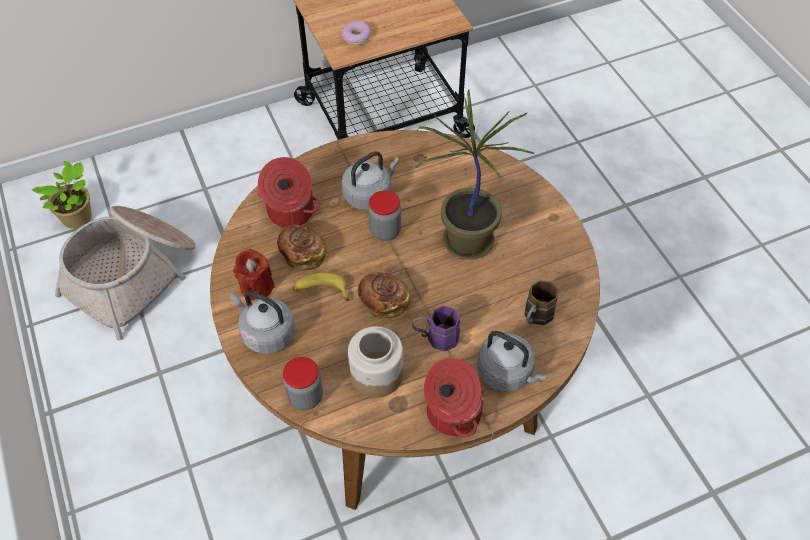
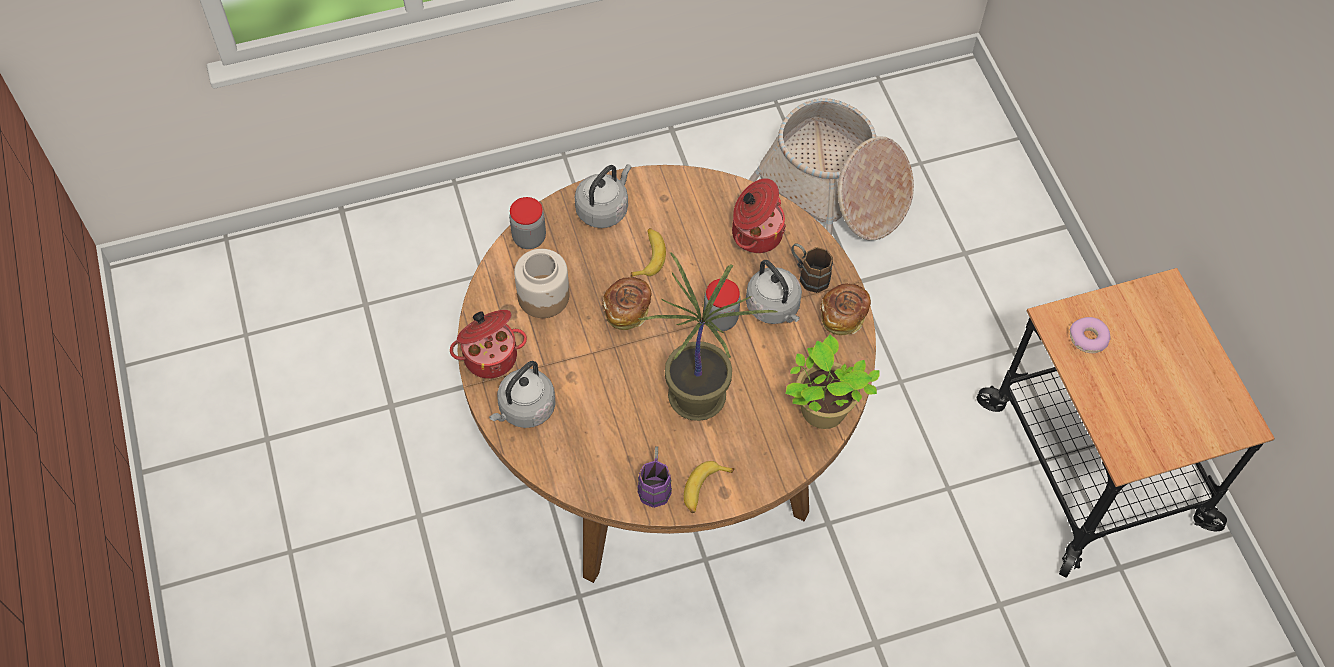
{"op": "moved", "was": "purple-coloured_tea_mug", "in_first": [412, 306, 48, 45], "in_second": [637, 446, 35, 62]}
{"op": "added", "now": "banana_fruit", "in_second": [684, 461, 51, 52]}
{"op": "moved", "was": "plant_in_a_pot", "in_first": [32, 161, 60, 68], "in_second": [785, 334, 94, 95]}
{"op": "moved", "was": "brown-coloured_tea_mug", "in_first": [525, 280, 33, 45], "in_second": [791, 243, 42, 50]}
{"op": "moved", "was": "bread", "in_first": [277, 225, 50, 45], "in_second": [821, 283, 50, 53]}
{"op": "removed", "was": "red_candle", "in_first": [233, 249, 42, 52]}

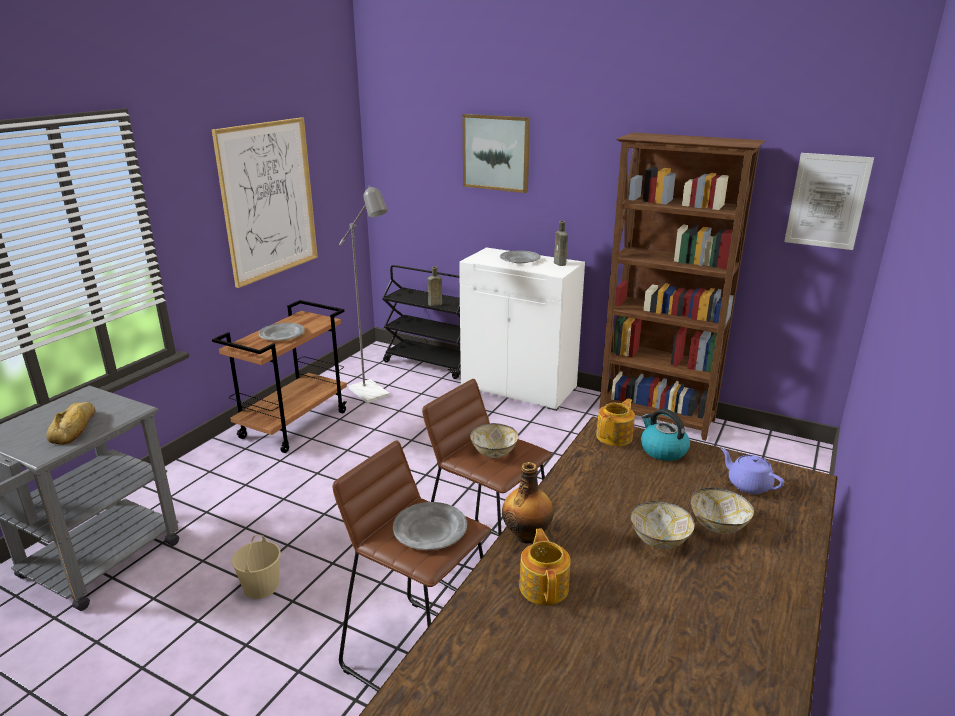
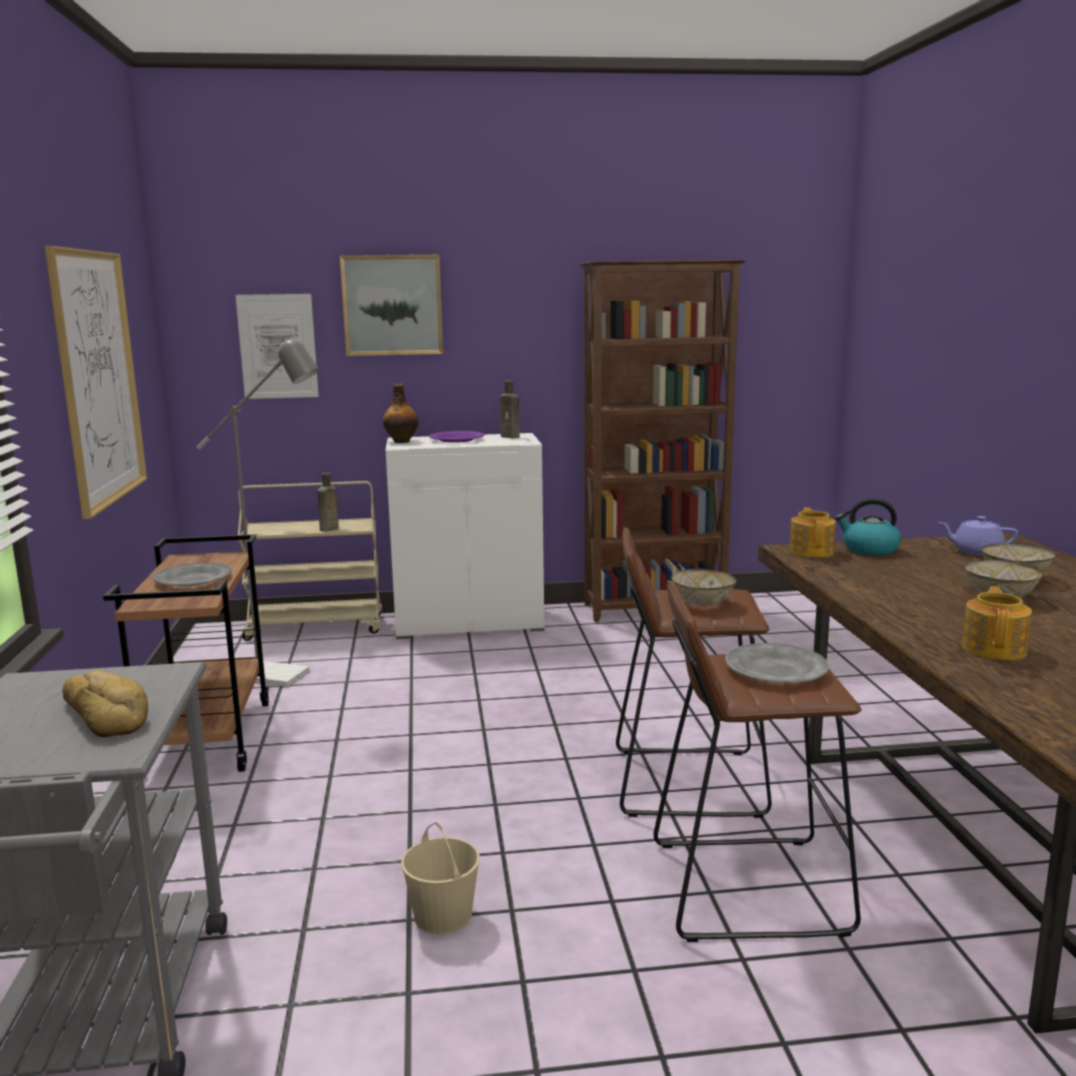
{"op": "moved", "was": "wall_art", "in_first": [784, 153, 90, 97], "in_second": [236, 294, 83, 105]}
{"op": "recoloured", "was": "black_trolley", "now": "beige-coloured_trolley", "in_first": [382, 265, 79, 114], "in_second": [238, 481, 144, 160]}
{"op": "moved", "was": "drink_bottle", "in_first": [502, 462, 52, 82], "in_second": [383, 384, 35, 59]}
{"op": "recoloured", "was": "greyish_flat_dish", "now": "purple-coloured_flat_dish", "in_first": [500, 250, 41, 13], "in_second": [429, 431, 55, 12]}
{"op": "turned", "was": "pot_for_tea", "in_first": [519, 528, 52, 77], "in_second": [961, 586, 71, 74], "clockwise": 60}

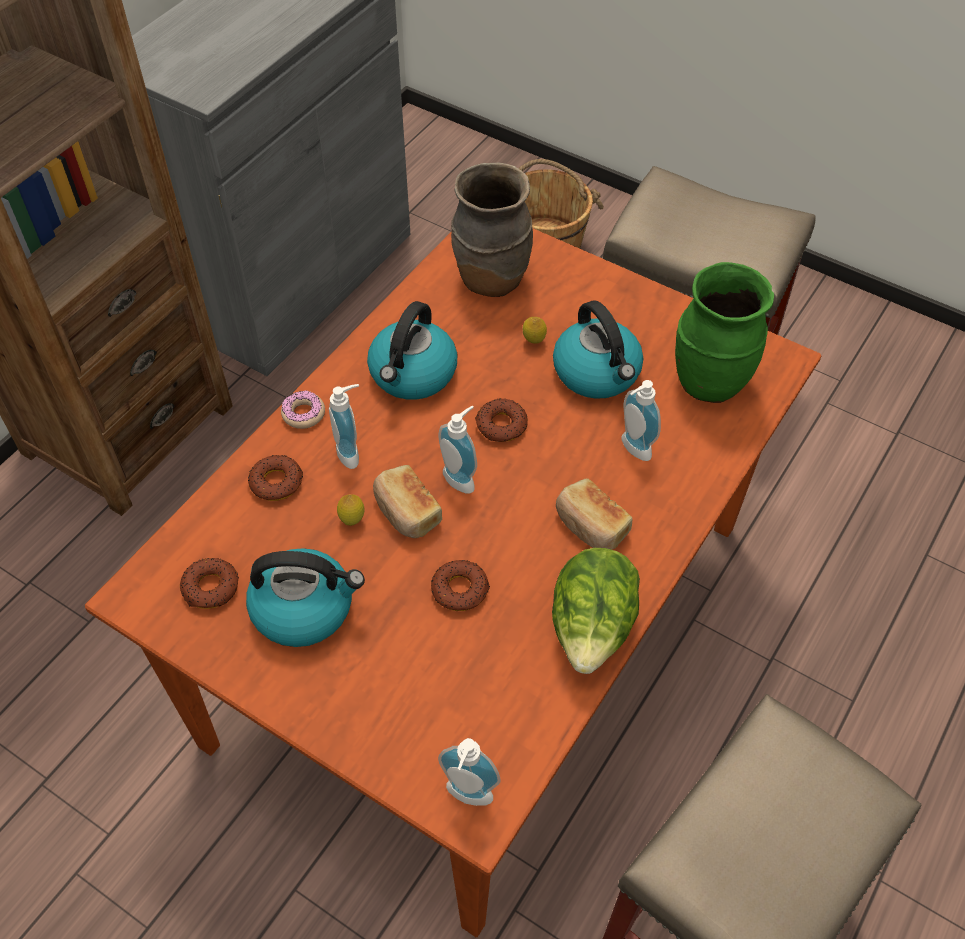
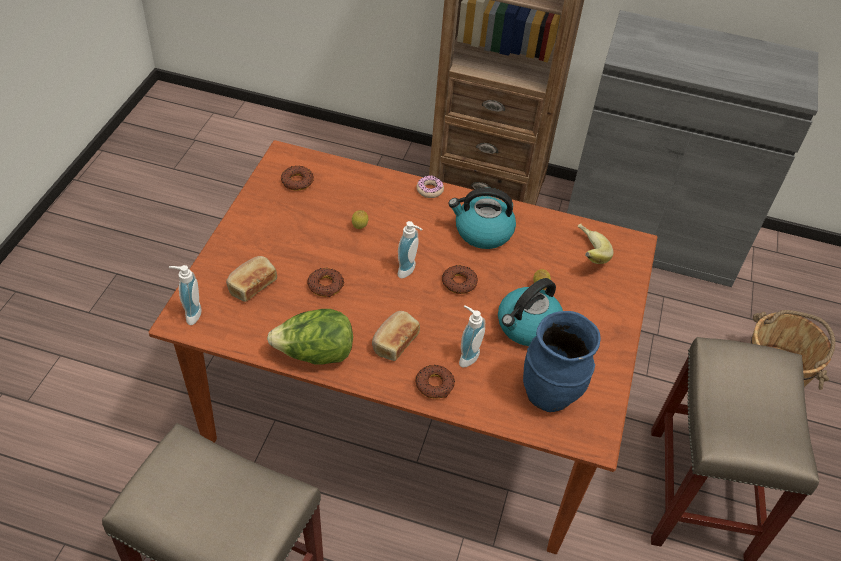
{"op": "moved", "was": "bread", "in_first": [373, 465, 69, 73], "in_second": [226, 256, 51, 46]}
{"op": "moved", "was": "donut", "in_first": [248, 455, 55, 46], "in_second": [416, 365, 39, 34]}
{"op": "recoloured", "was": "green-coloured_vase", "now": "blue_vase", "in_first": [675, 262, 99, 141], "in_second": [523, 311, 78, 101]}
{"op": "replaced", "was": "brown-coloured_vase", "now": "banana_fruit", "in_first": [451, 163, 82, 134], "in_second": [578, 224, 36, 40]}
{"op": "removed", "was": "kettle", "in_first": [246, 548, 119, 99]}
{"op": "removed", "was": "liquid_soap_bottle", "in_first": [329, 384, 30, 85]}

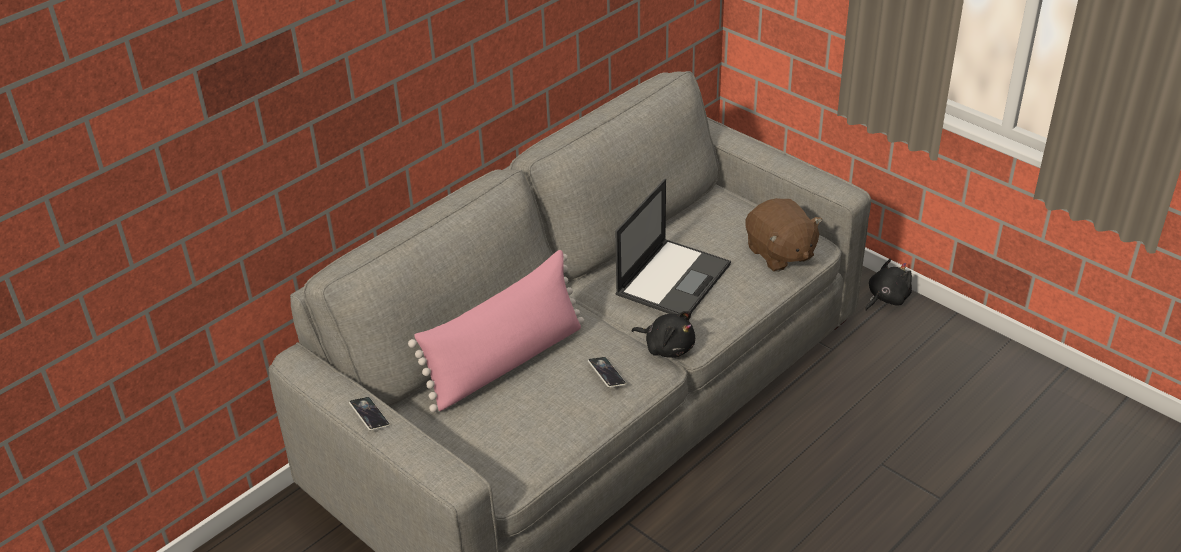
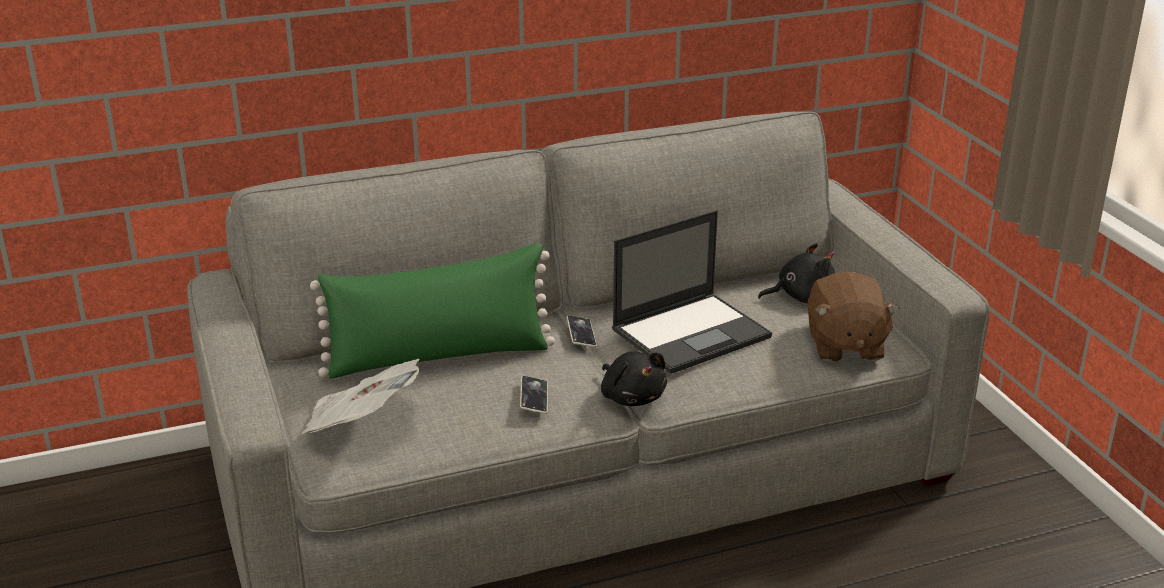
{"op": "added", "now": "printed_paper", "in_second": [301, 359, 118, 75]}
{"op": "recoloured", "was": "pinkish_cushion", "now": "green-coloured_cushion", "in_first": [408, 250, 176, 162], "in_second": [310, 243, 245, 135]}
{"op": "moved", "was": "handset", "in_first": [349, 397, 41, 34], "in_second": [567, 316, 30, 31]}
{"op": "moved", "was": "black_plush_toy", "in_first": [865, 259, 47, 52], "in_second": [758, 243, 77, 60]}

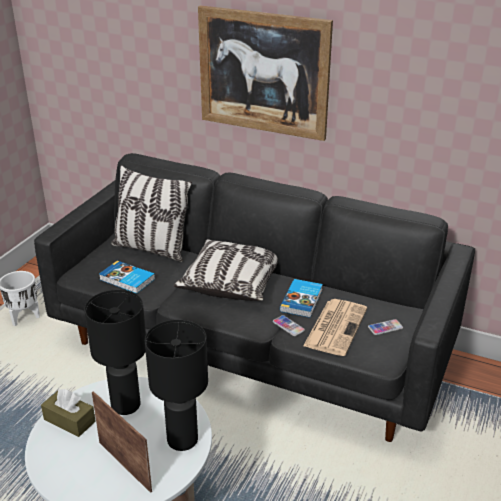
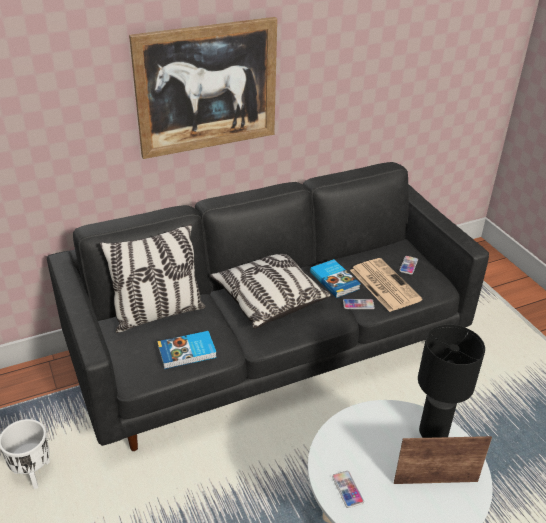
{"op": "replaced", "was": "brown-coloured_box_of_tissues", "now": "handset", "in_first": [41, 389, 55, 48], "in_second": [332, 471, 32, 37]}
{"op": "removed", "was": "black_lamp_for_a_table", "in_first": [84, 290, 62, 125]}

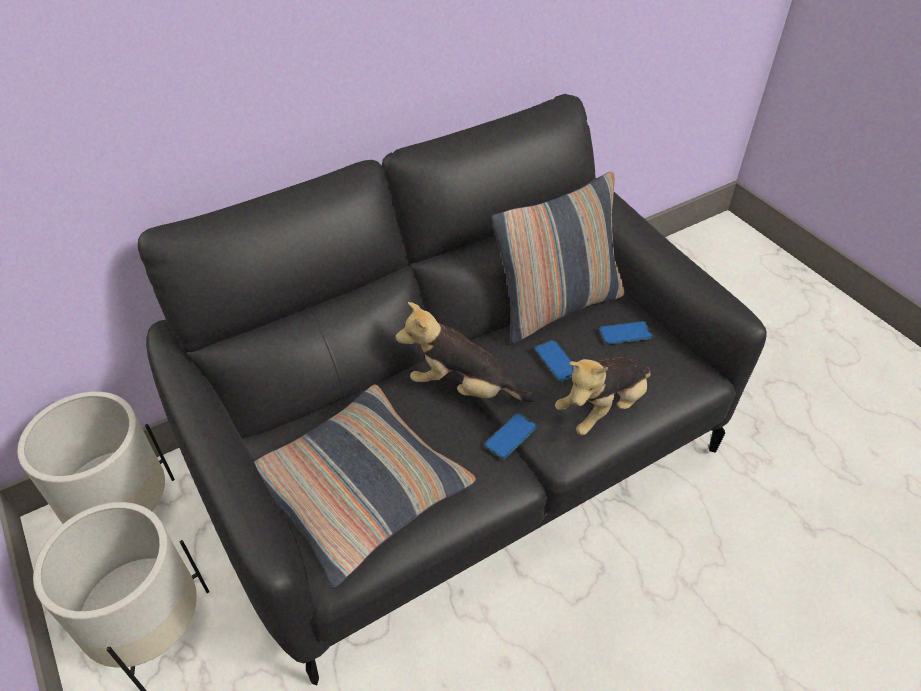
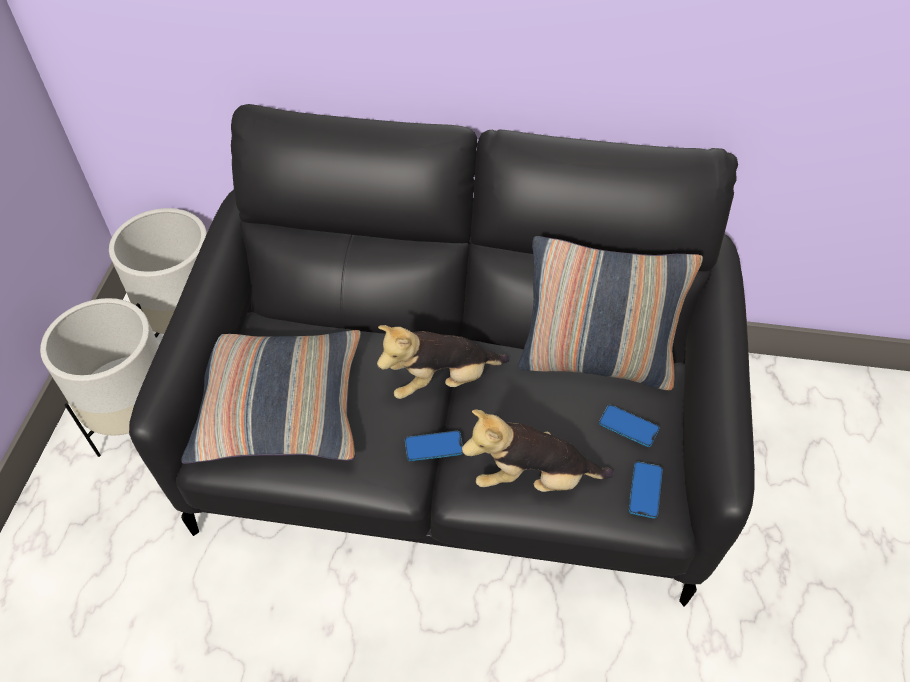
{"op": "turned", "was": "plush_toy", "in_first": [395, 302, 141, 100], "in_second": [377, 325, 132, 74], "clockwise": -75}
{"op": "moved", "was": "handset", "in_first": [535, 340, 38, 42], "in_second": [628, 461, 35, 58]}

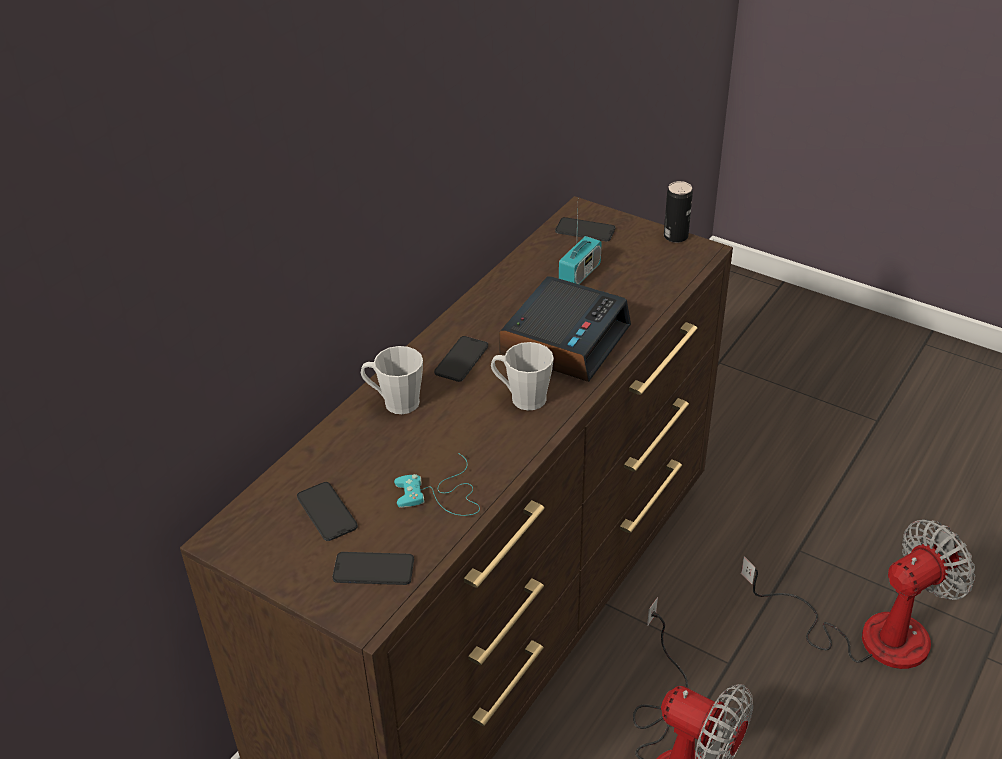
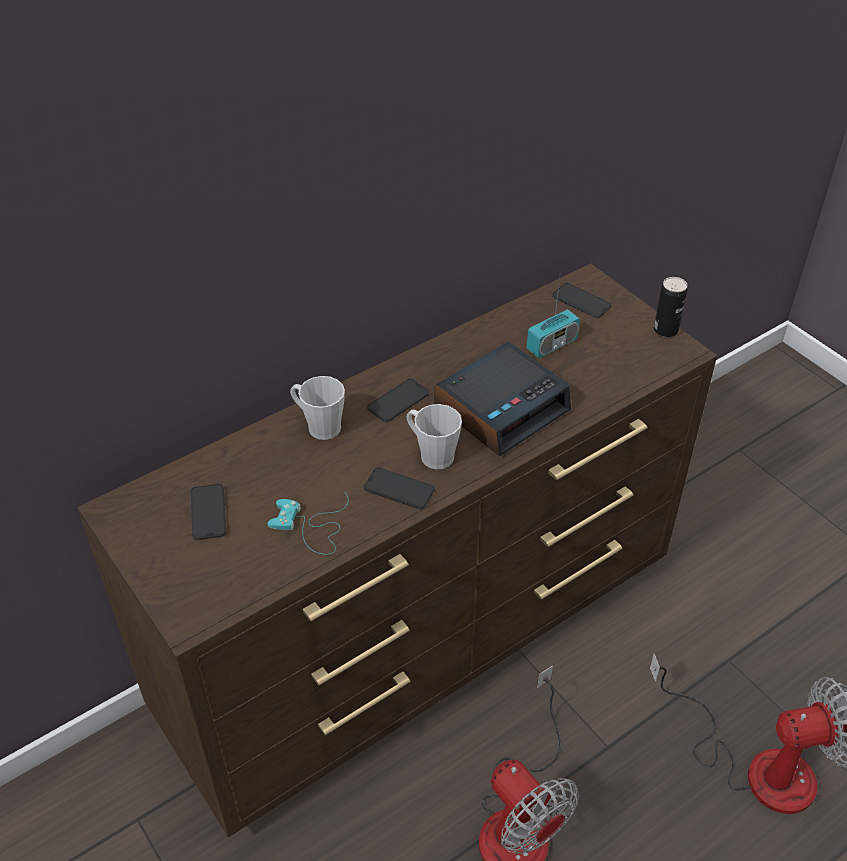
{"op": "moved", "was": "handset", "in_first": [332, 552, 82, 33], "in_second": [364, 467, 71, 42]}

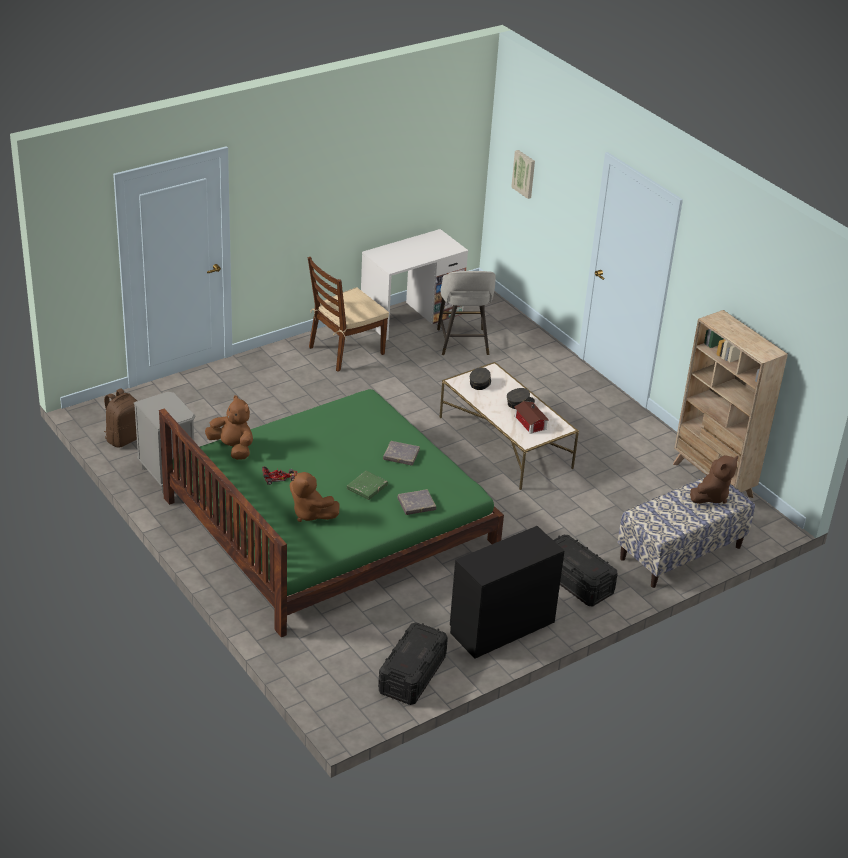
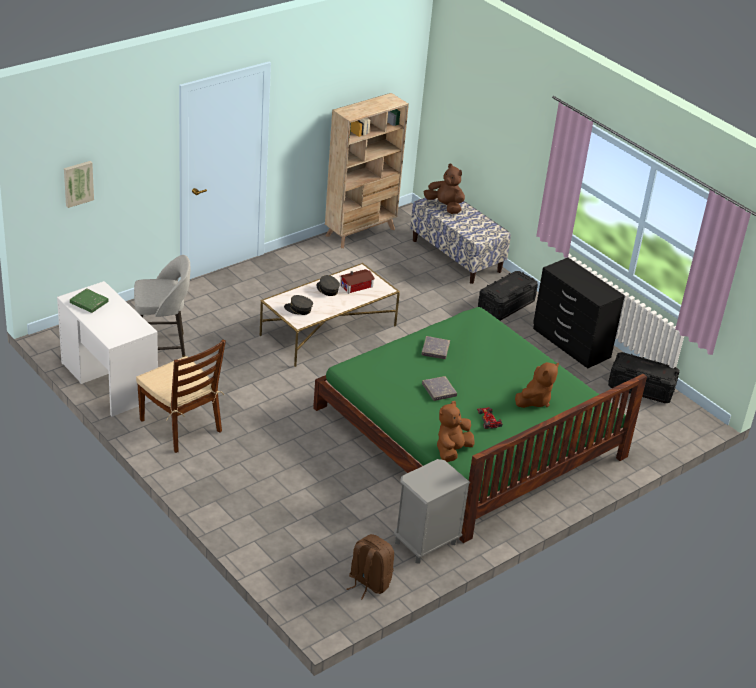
{"op": "moved", "was": "green-coloured_book", "in_first": [347, 471, 41, 29], "in_second": [70, 288, 39, 25]}
{"op": "moved", "was": "greyish_book", "in_first": [397, 489, 39, 26], "in_second": [422, 376, 35, 25]}

